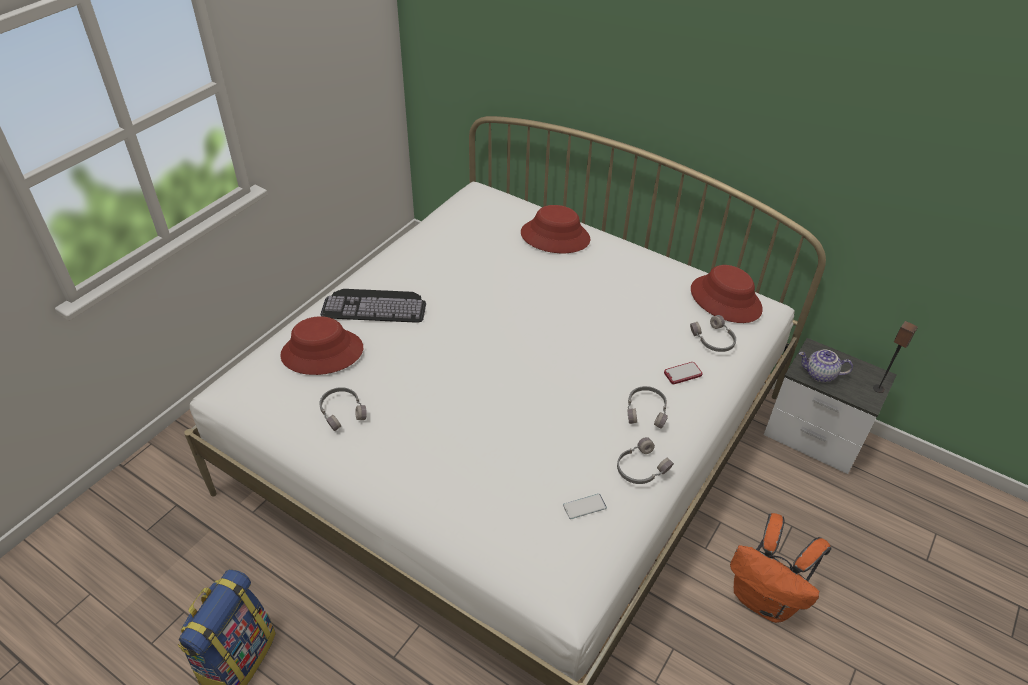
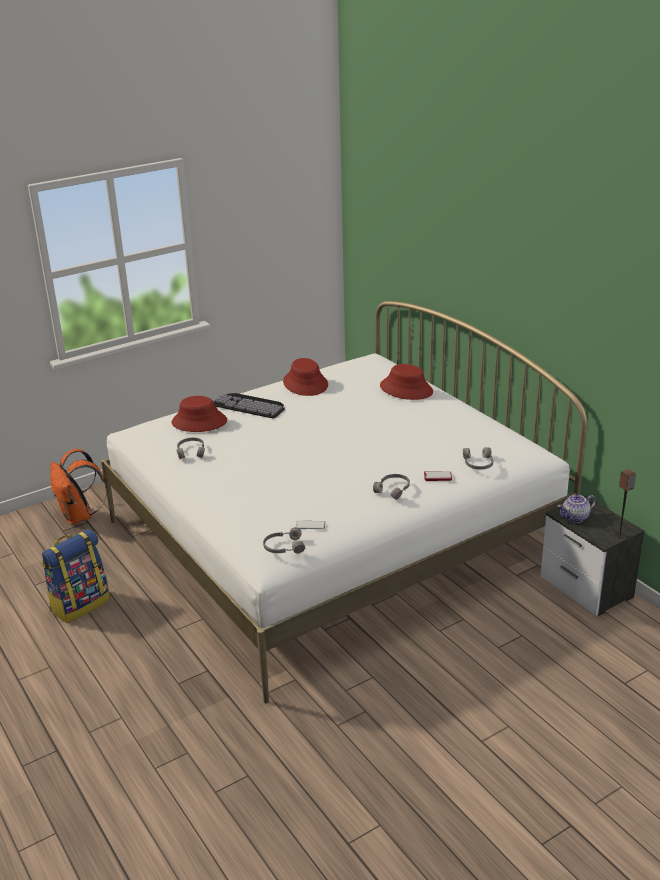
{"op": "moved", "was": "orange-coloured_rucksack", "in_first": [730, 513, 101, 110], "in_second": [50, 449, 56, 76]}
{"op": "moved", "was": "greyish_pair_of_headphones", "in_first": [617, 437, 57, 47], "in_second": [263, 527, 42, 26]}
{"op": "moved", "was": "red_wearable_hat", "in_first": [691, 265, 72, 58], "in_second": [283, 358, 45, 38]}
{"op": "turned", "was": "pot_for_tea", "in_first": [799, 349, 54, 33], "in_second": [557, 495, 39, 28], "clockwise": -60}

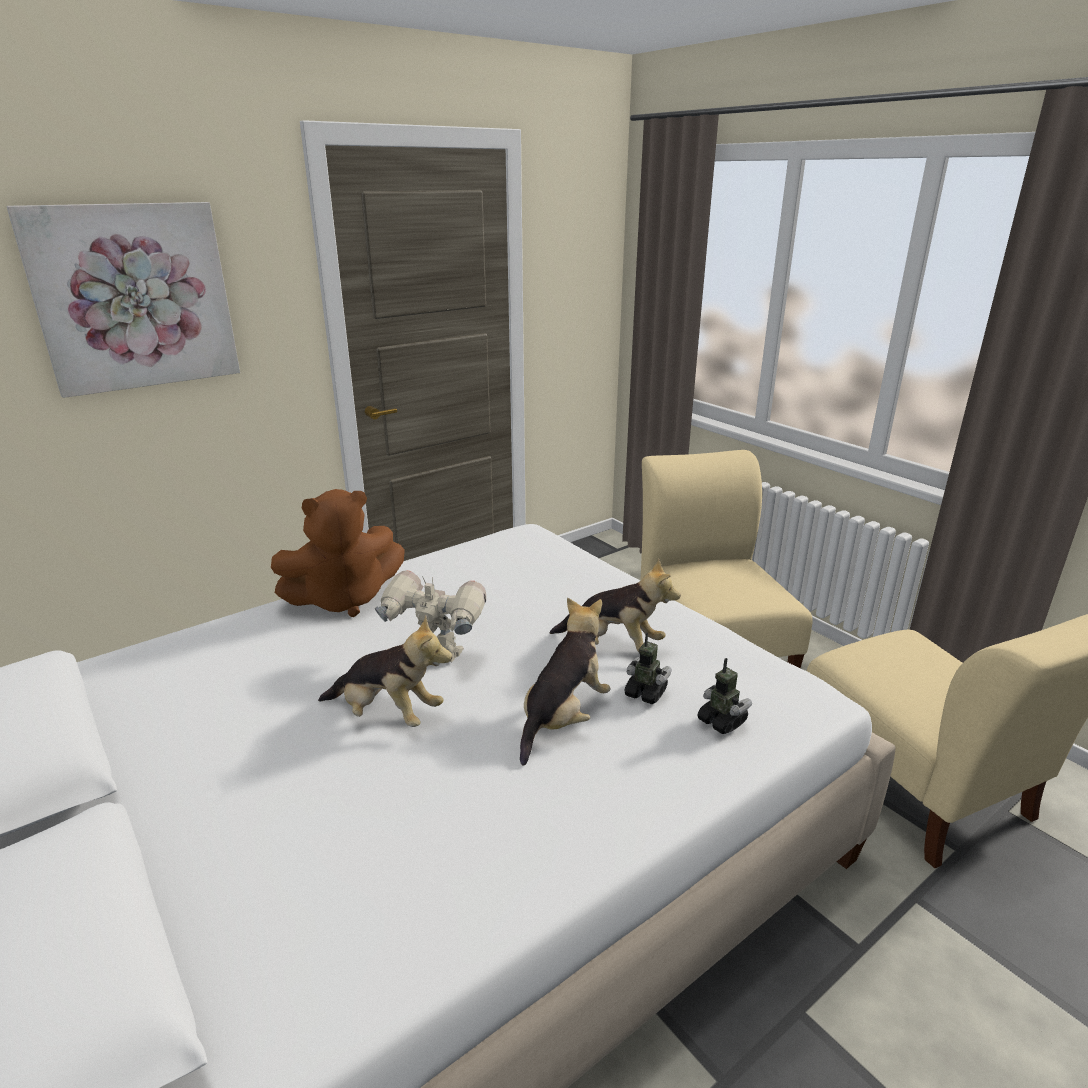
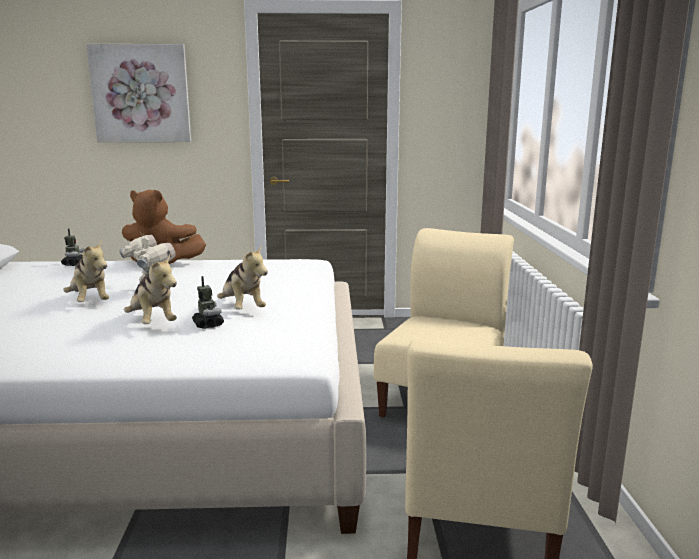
{"op": "moved", "was": "model_robot", "in_first": [697, 658, 55, 76], "in_second": [61, 229, 23, 37]}
{"op": "turned", "was": "plush_toy", "in_first": [520, 598, 90, 167], "in_second": [124, 255, 53, 69], "clockwise": 75}

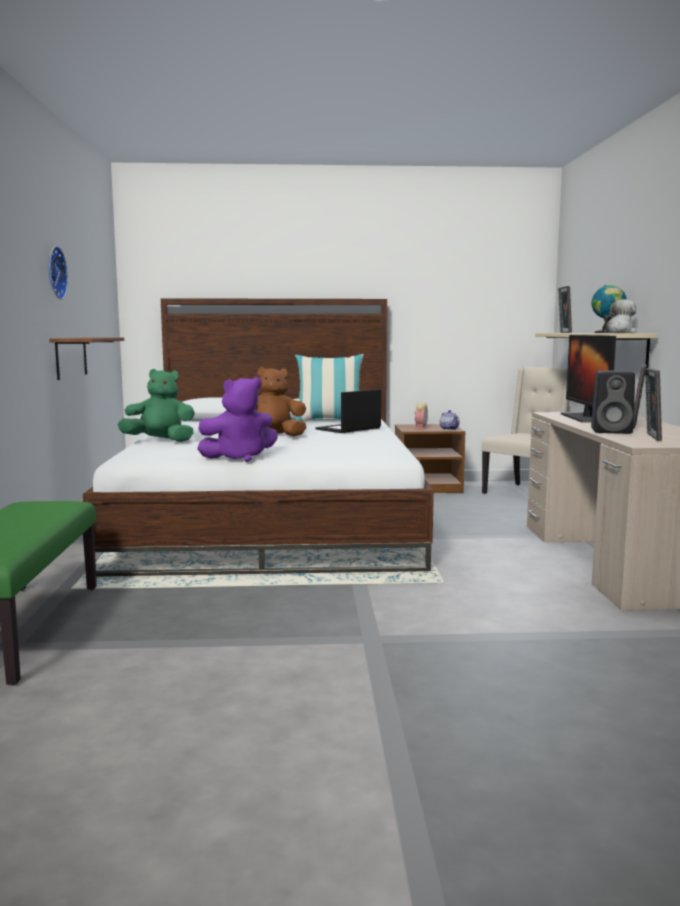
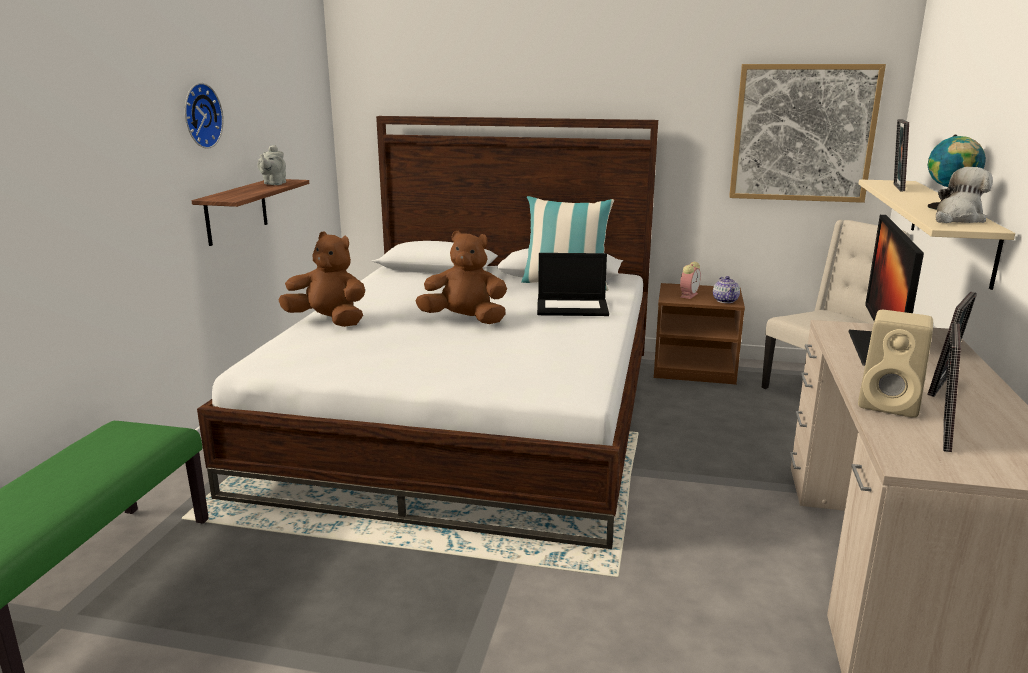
{"op": "added", "now": "greyish_pot_for_tea", "in_second": [258, 145, 28, 40]}
{"op": "recoloured", "was": "green-coloured_plush_toy", "now": "brown-coloured_plush_toy", "in_first": [117, 369, 78, 73], "in_second": [279, 231, 86, 96]}
{"op": "turned", "was": "portable_computer", "in_first": [315, 389, 66, 44], "in_second": [537, 253, 72, 63], "clockwise": -150}
{"op": "added", "now": "wall_art", "in_second": [729, 64, 157, 139]}
{"op": "recoloured", "was": "black_speaker", "now": "beige-coloured_speaker", "in_first": [591, 370, 44, 64], "in_second": [858, 310, 75, 108]}
{"op": "removed", "was": "purple-coloured_plush_toy", "in_first": [197, 377, 81, 85]}

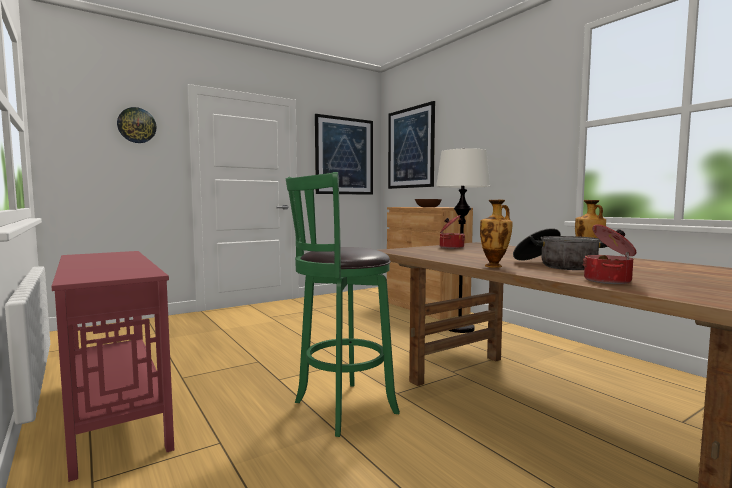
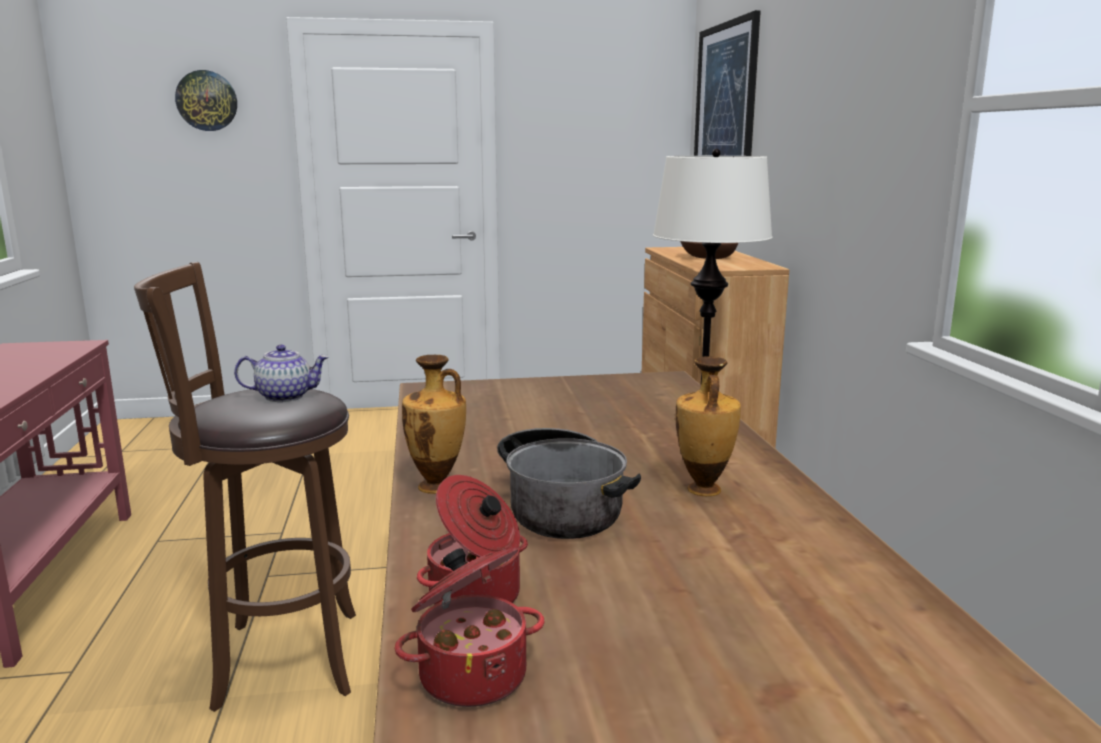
{"op": "recoloured", "was": "green-coloured_stool_seat", "now": "brown-coloured_stool_seat", "in_first": [286, 172, 114, 265], "in_second": [134, 262, 222, 450]}
{"op": "added", "now": "pot_for_tea", "in_second": [234, 345, 95, 57]}
{"op": "moved", "was": "stockpot", "in_first": [440, 215, 25, 34], "in_second": [394, 547, 150, 160]}
{"op": "removed", "was": "wall_art", "in_first": [315, 114, 58, 81]}

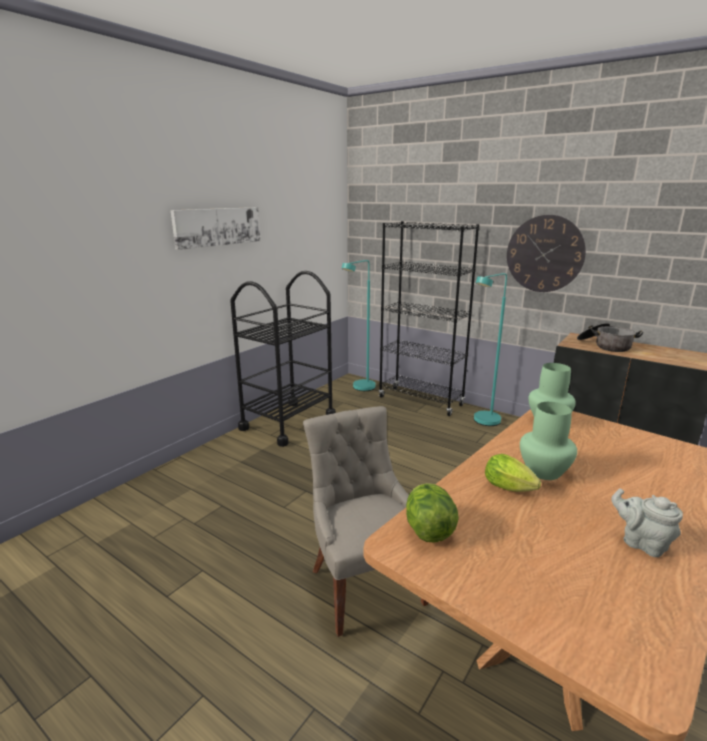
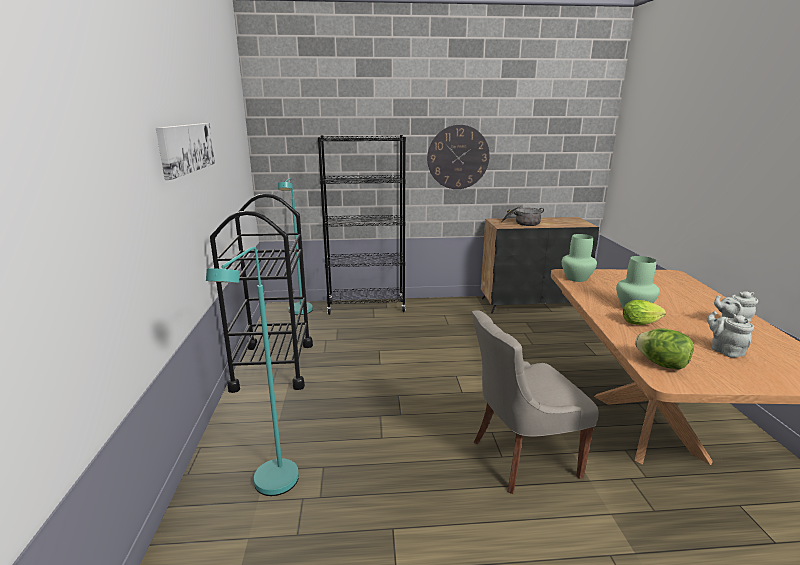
{"op": "moved", "was": "blue-green_standing_lamp", "in_first": [474, 273, 33, 153], "in_second": [206, 247, 93, 249]}
{"op": "turned", "was": "greyish_plain_chair", "in_first": [303, 406, 125, 231], "in_second": [472, 310, 127, 184], "clockwise": -45}
{"op": "added", "now": "greyish_pot_for_tea", "in_second": [707, 311, 47, 47]}

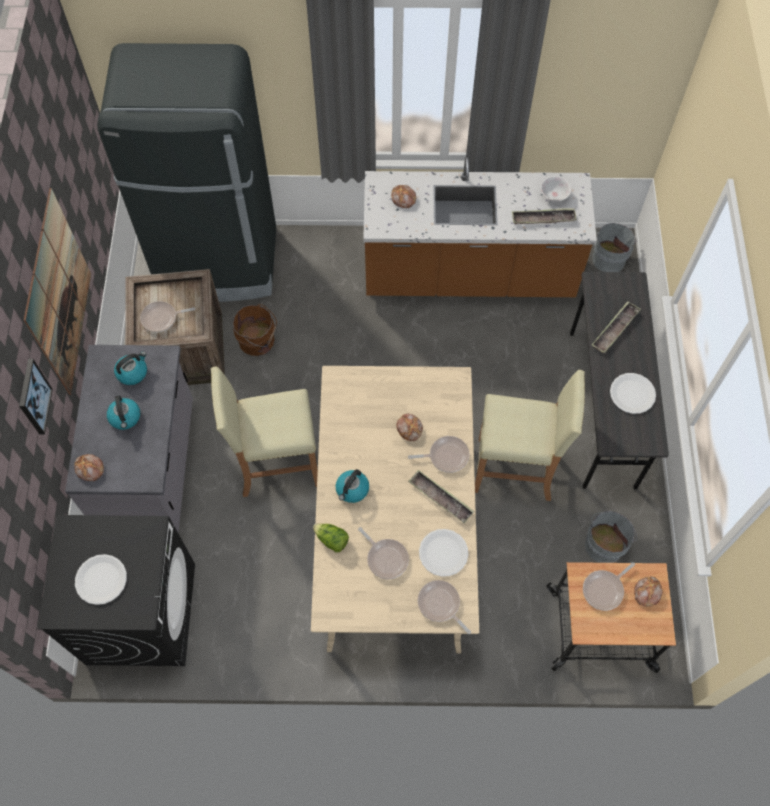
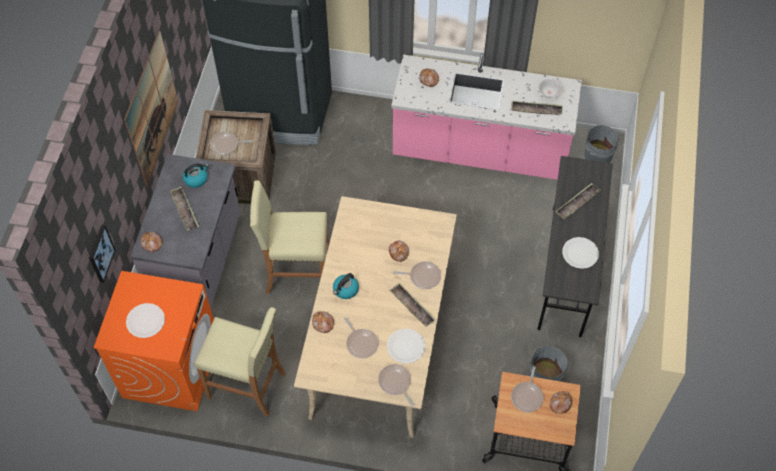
{"op": "moved", "was": "wall_art", "in_first": [19, 359, 34, 76], "in_second": [89, 225, 27, 58]}
{"op": "recoloured", "was": "black_laundry_machine", "now": "orange-coloured_laundry_machine", "in_first": [37, 515, 158, 151], "in_second": [94, 271, 120, 140]}
{"op": "replaced", "was": "kettle", "now": "carrying_tray", "in_first": [107, 395, 33, 35], "in_second": [170, 186, 29, 45]}
{"op": "moved", "was": "beige-coloured_stool_seat", "in_first": [475, 370, 110, 131], "in_second": [194, 307, 92, 110]}
{"op": "replaced", "was": "lettuce_head", "now": "bread", "in_first": [313, 524, 36, 28], "in_second": [312, 311, 22, 22]}
{"op": "recoloured", "was": "brown-coloured_kitchen_base_unit", "now": "pinkish_kitchen_base_unit", "in_first": [363, 156, 234, 141], "in_second": [391, 53, 191, 127]}
{"op": "turned", "was": "skillet", "in_first": [583, 562, 52, 49], "in_second": [511, 366, 33, 46], "clockwise": -45}
{"op": "removed", "was": "brown-coloured_pail", "in_first": [233, 304, 44, 52]}

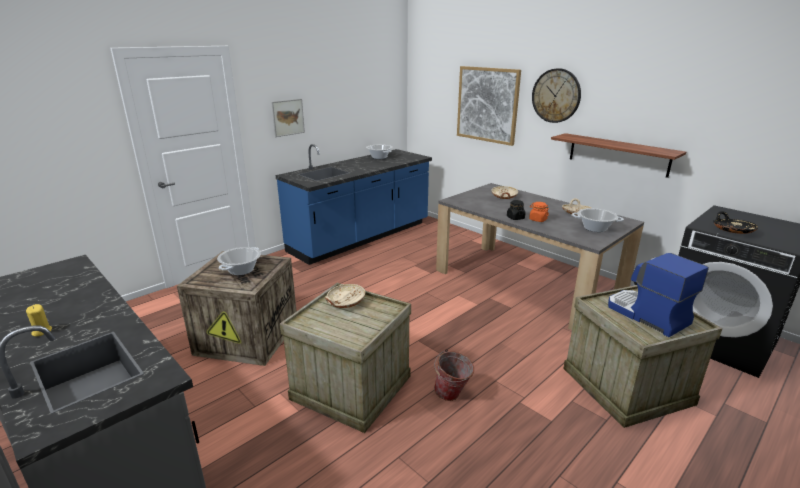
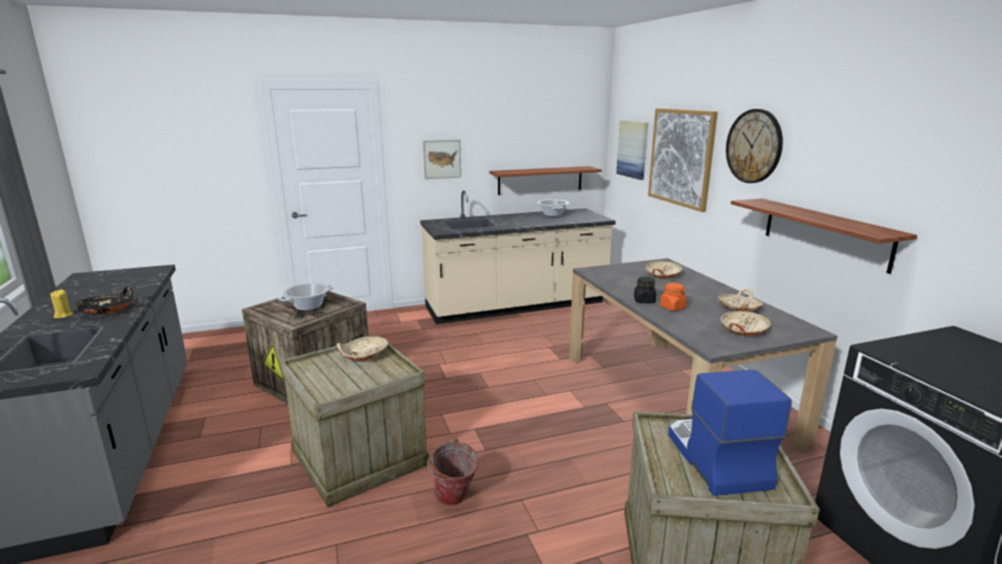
{"op": "moved", "was": "black_bowl", "in_first": [714, 211, 45, 23], "in_second": [76, 286, 57, 28]}
{"op": "recoloured", "was": "blue_kitchen_base_unit", "now": "beige-coloured_kitchen_base_unit", "in_first": [275, 144, 157, 121], "in_second": [420, 190, 196, 134]}
{"op": "added", "now": "shelf", "in_second": [489, 166, 113, 29]}
{"op": "added", "now": "wall_art", "in_second": [616, 120, 32, 60]}
{"op": "replaced", "was": "stockpot", "now": "beige-coloured_bowl", "in_first": [572, 208, 52, 24], "in_second": [721, 311, 49, 25]}

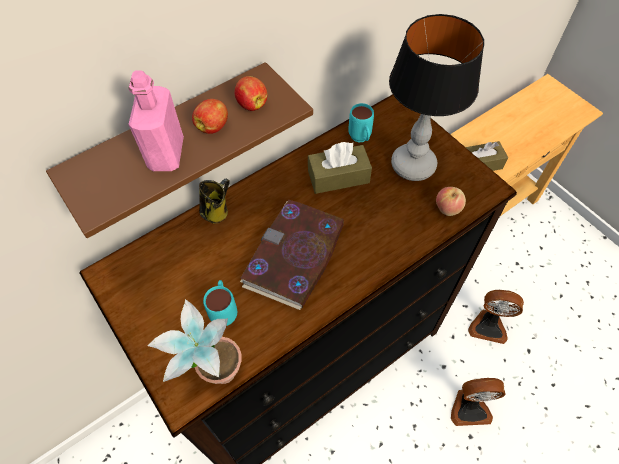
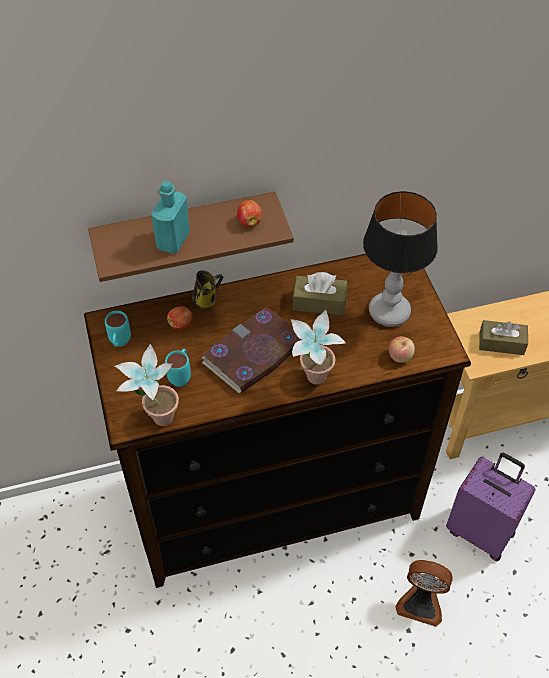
{"op": "moved", "was": "blue-green_tea_mug", "in_first": [348, 103, 26, 39], "in_second": [105, 311, 26, 36]}
{"op": "recoloured", "was": "pinkish_drink_bottle", "now": "blue-green_drink_bottle", "in_first": [128, 71, 56, 100], "in_second": [151, 181, 39, 72]}
{"op": "moved", "was": "apple", "in_first": [192, 99, 36, 35], "in_second": [167, 306, 26, 24]}
{"op": "added", "now": "plant_in_a_pot", "in_second": [291, 310, 55, 74]}
{"op": "replaced", "was": "electric_fan", "now": "purple-coloured_piece_of_luggage", "in_first": [468, 290, 56, 54], "in_second": [446, 453, 90, 108]}

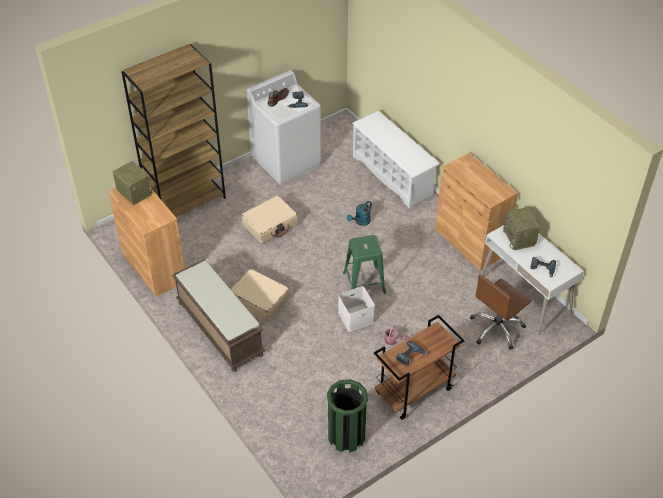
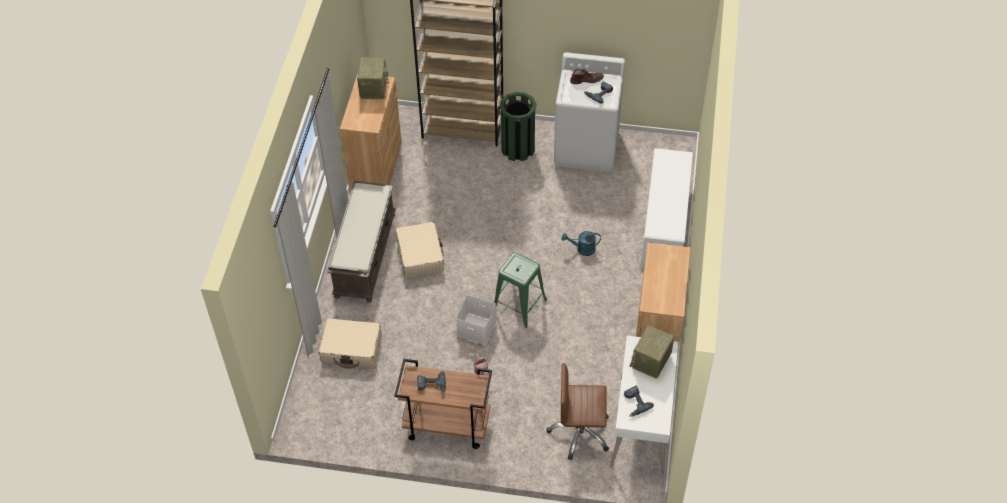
{"op": "moved", "was": "beige-coloured_piece_of_luggage", "in_first": [241, 196, 57, 48], "in_second": [319, 318, 63, 51]}
{"op": "moved", "was": "green-coloured_waste_bin", "in_first": [327, 379, 41, 73], "in_second": [500, 92, 37, 69]}

